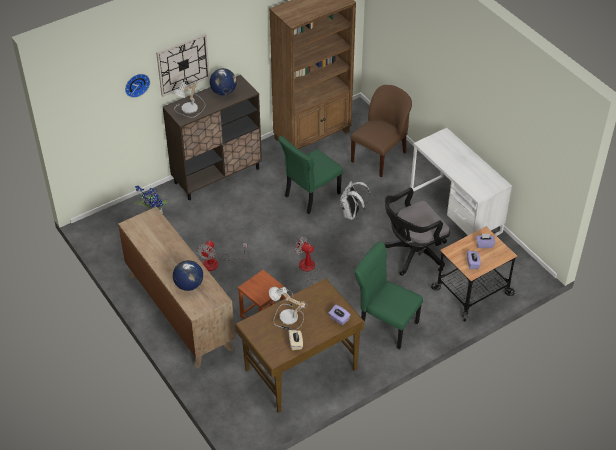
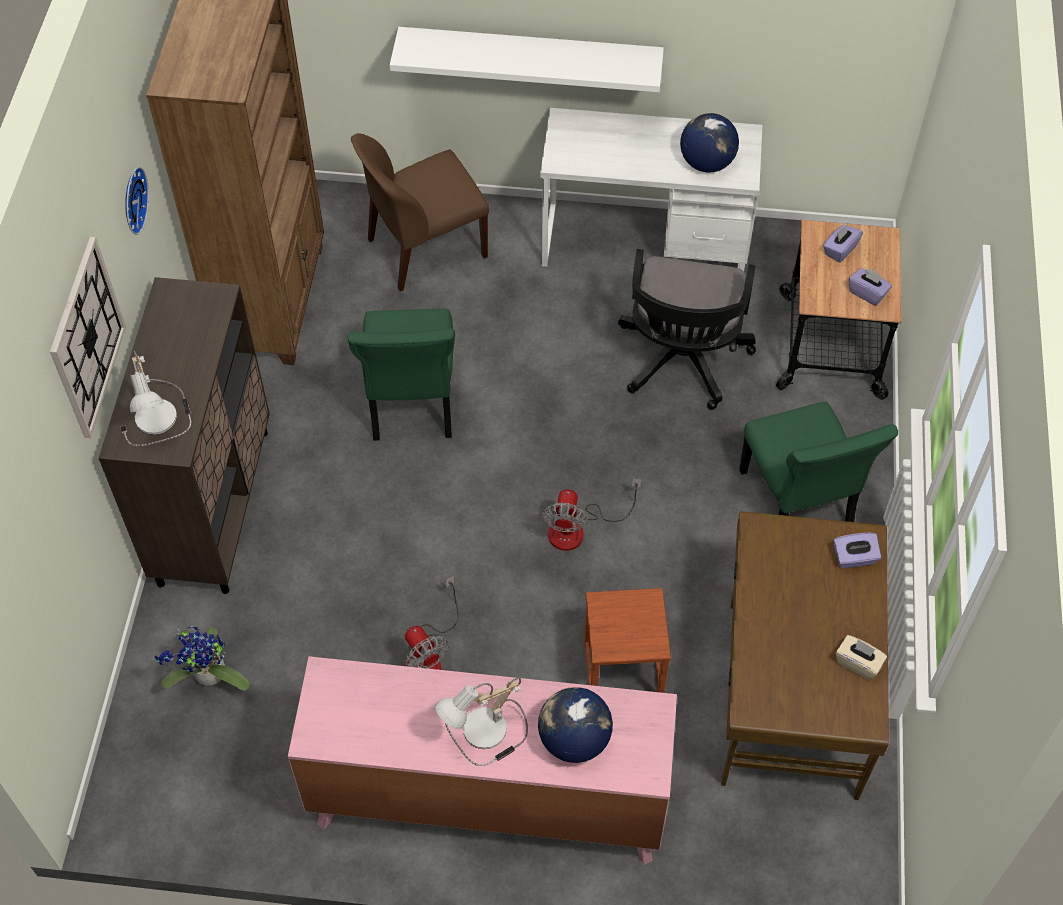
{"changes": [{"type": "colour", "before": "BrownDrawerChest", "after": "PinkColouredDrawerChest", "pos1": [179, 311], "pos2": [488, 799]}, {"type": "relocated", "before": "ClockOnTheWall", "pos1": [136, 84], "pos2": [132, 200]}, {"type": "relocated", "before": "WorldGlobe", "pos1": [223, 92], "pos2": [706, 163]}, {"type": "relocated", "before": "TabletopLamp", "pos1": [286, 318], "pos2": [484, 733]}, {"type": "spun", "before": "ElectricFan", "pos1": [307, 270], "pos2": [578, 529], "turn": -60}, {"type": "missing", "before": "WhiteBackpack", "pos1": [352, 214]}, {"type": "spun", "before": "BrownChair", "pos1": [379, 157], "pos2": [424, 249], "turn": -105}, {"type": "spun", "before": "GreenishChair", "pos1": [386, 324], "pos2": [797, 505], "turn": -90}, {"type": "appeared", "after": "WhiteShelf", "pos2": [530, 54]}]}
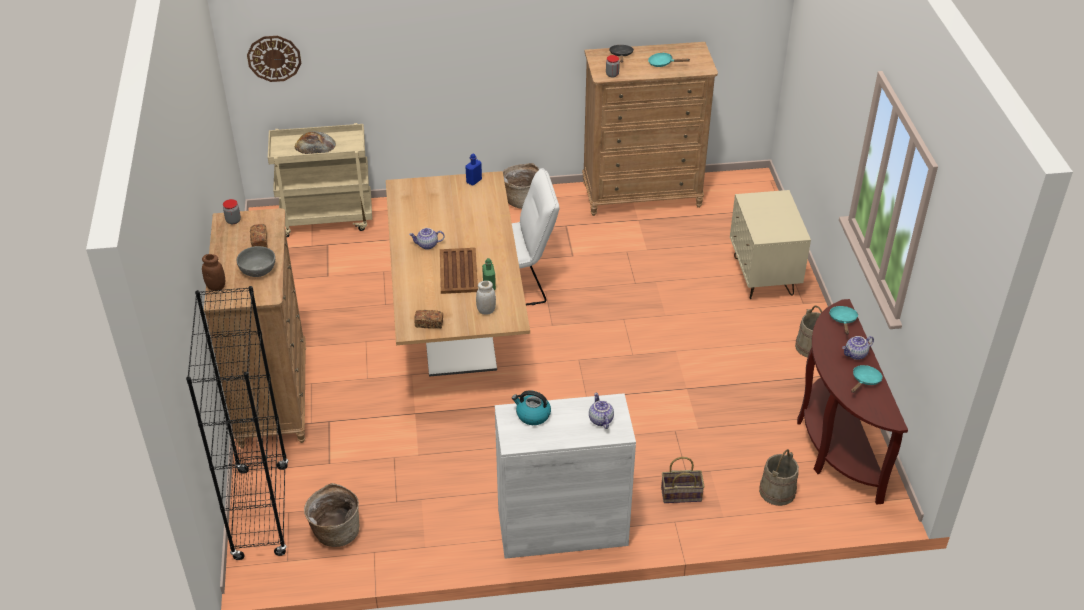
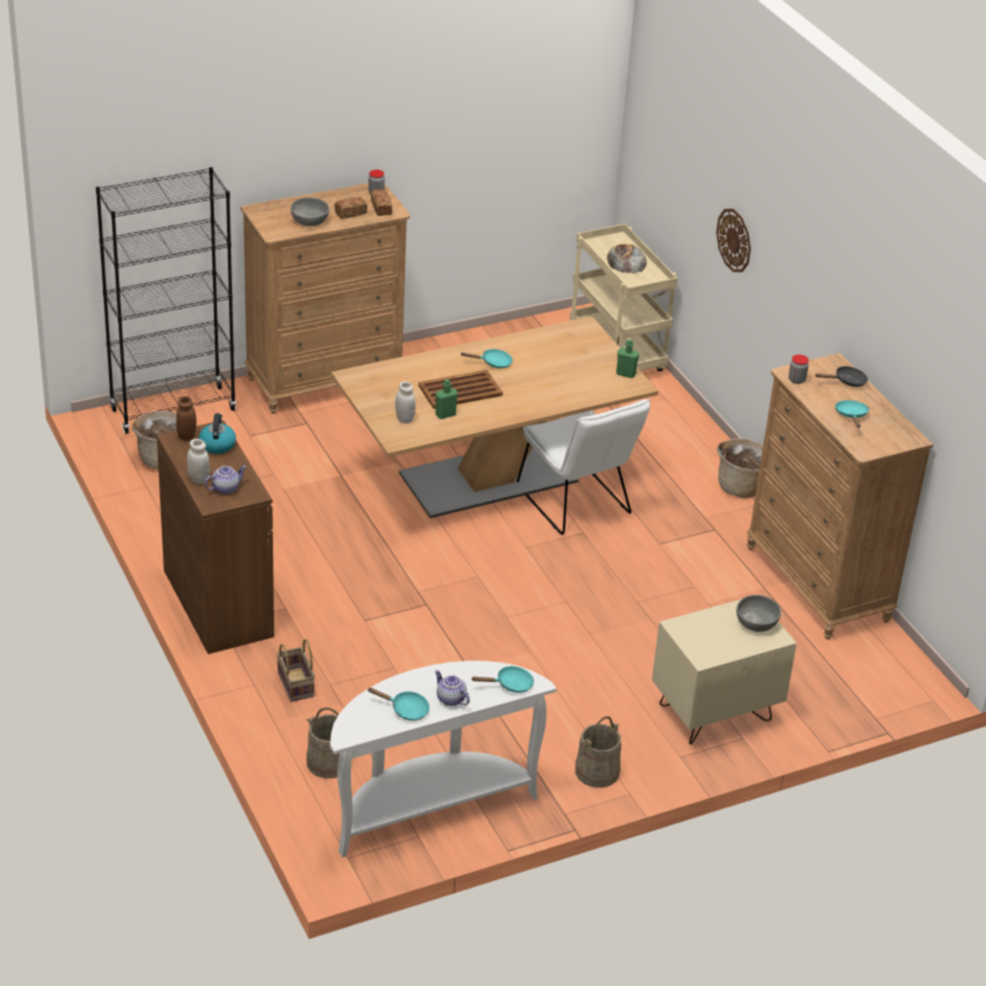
{"changes": [{"type": "relocated", "before": "BrownJar", "pos1": [216, 287], "pos2": [186, 436]}, {"type": "relocated", "before": "ClockOnTheWall", "pos1": [274, 58], "pos2": [734, 240]}, {"type": "exchanged", "before": "Teapot", "after": "TurquoiseColouredFryingPan", "pos1": [427, 245], "pos2": [493, 363]}, {"type": "relocated", "before": "Bread", "pos1": [429, 323], "pos2": [381, 208]}, {"type": "colour", "before": "BlueColouredBottle", "after": "GreenishBottle", "pos1": [474, 181], "pos2": [626, 374]}, {"type": "colour", "before": "WhiteStorageCabinet", "after": "BrownStorageCabinet", "pos1": [562, 527], "pos2": [218, 603]}, {"type": "colour", "before": "BrownConsoleTable", "after": "WhiteConsoleTable", "pos1": [834, 443], "pos2": [429, 806]}, {"type": "appeared", "after": "WhiteJar", "pos2": [198, 479]}, {"type": "appeared", "after": "GreyServingBowl", "pos2": [756, 623]}]}
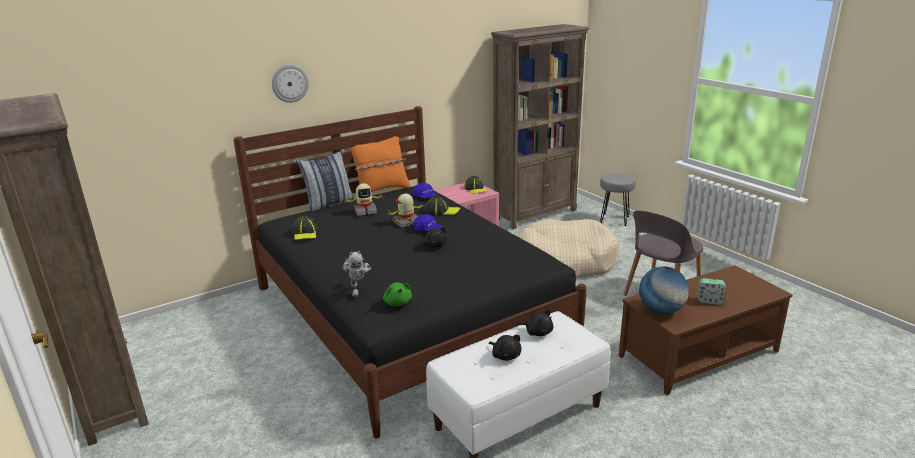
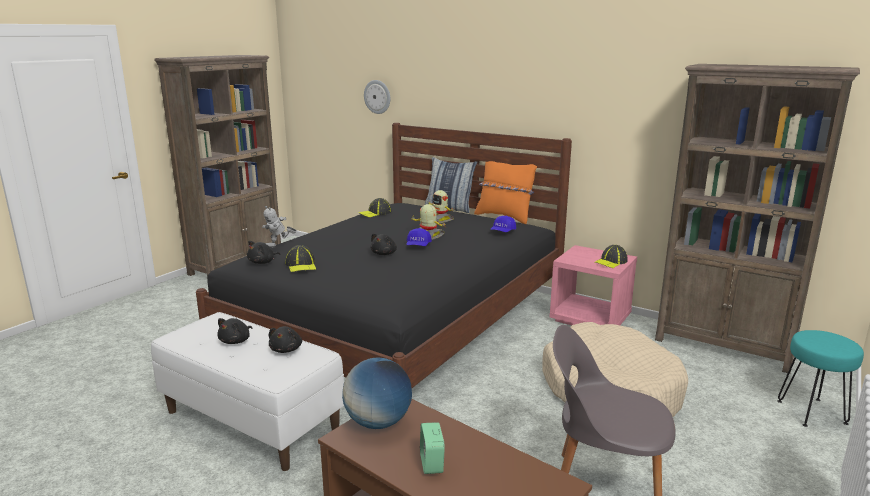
{"changes": [{"type": "relocated", "before": "ClockOnTheWall", "pos1": [290, 83], "pos2": [377, 97]}, {"type": "colour", "before": "GreenishPlushToy", "after": "BlackishPlushToy", "pos1": [398, 302], "pos2": [263, 262]}, {"type": "relocated", "before": "BaseballCap", "pos1": [442, 211], "pos2": [301, 265]}, {"type": "colour", "before": "GreyStoolSeat", "after": "TurquoiseColouredStoolSeat", "pos1": [615, 219], "pos2": [812, 412]}]}
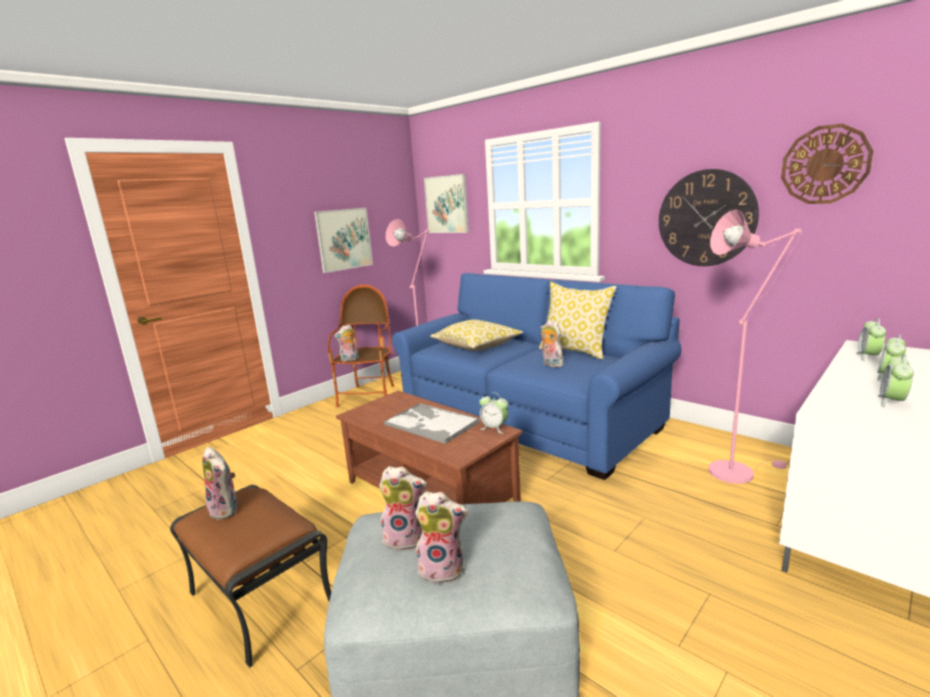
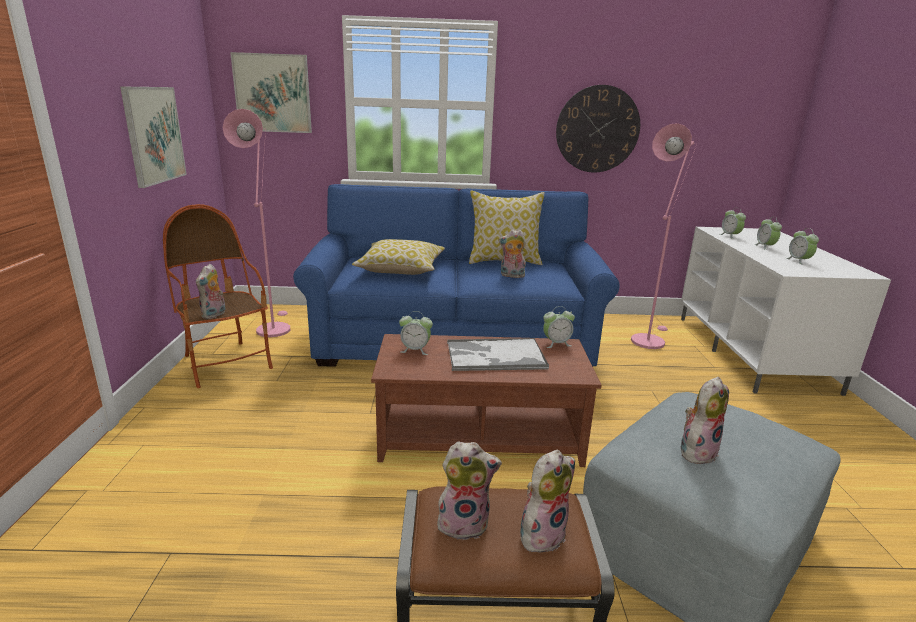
{"changes": [{"type": "relocated", "before": "PlushToy", "pos1": [443, 569], "pos2": [542, 534]}, {"type": "missing", "before": "ClockOnTheWall", "pos1": [825, 165]}, {"type": "appeared", "after": "TableClock", "pos2": [415, 350]}]}
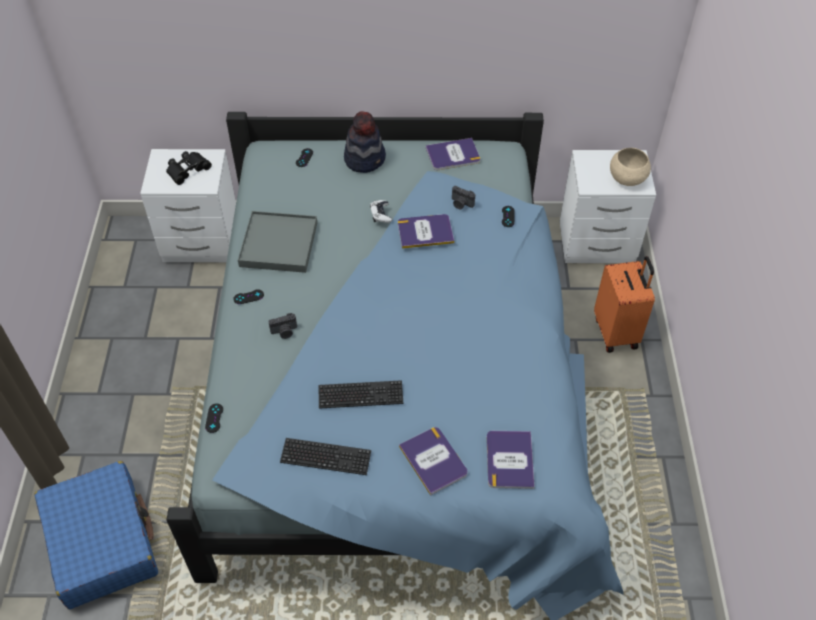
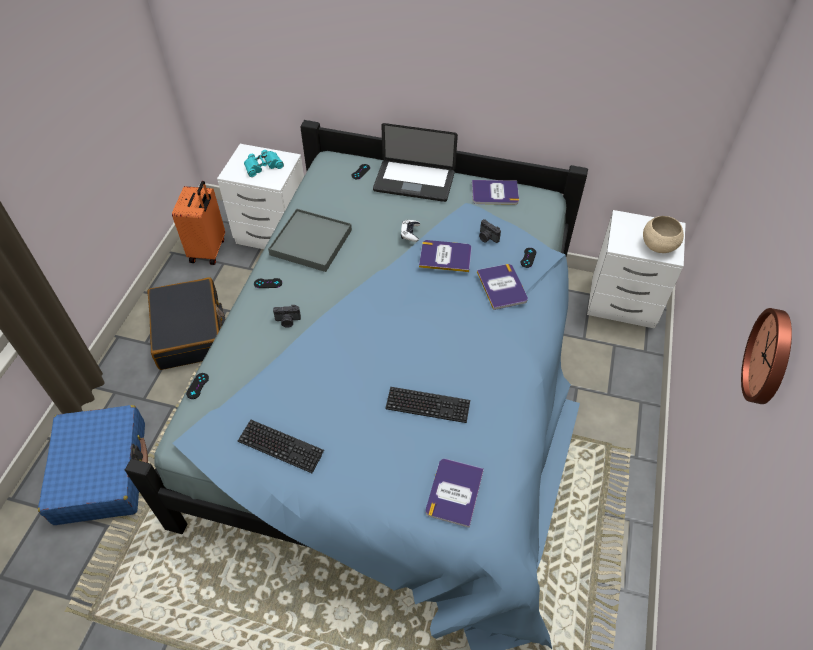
{"changes": [{"type": "colour", "before": "BlackishFieldGlasses", "after": "TurquoiseColouredFieldGlasses", "pos1": [188, 170], "pos2": [263, 166]}, {"type": "relocated", "before": "PcKeyboard", "pos1": [360, 395], "pos2": [427, 406]}, {"type": "exchanged", "before": "Hat", "after": "NotebookComputer", "pos1": [365, 158], "pos2": [414, 182]}, {"type": "relocated", "before": "BoundBook", "pos1": [433, 460], "pos2": [502, 287]}, {"type": "relocated", "before": "OrangeColouredSuitcase", "pos1": [617, 332], "pos2": [209, 250]}, {"type": "appeared", "after": "BlackishSuitcase", "pos2": [190, 332]}, {"type": "appeared", "after": "ClockOnTheWall", "pos2": [771, 357]}]}
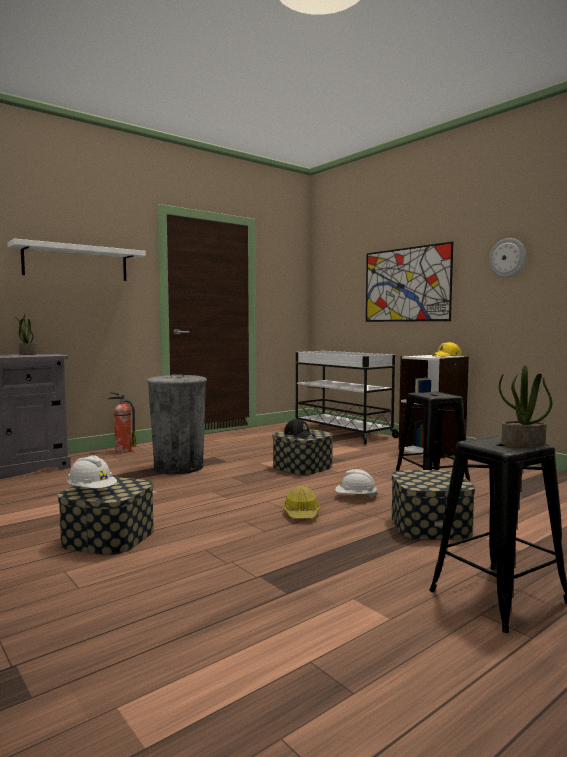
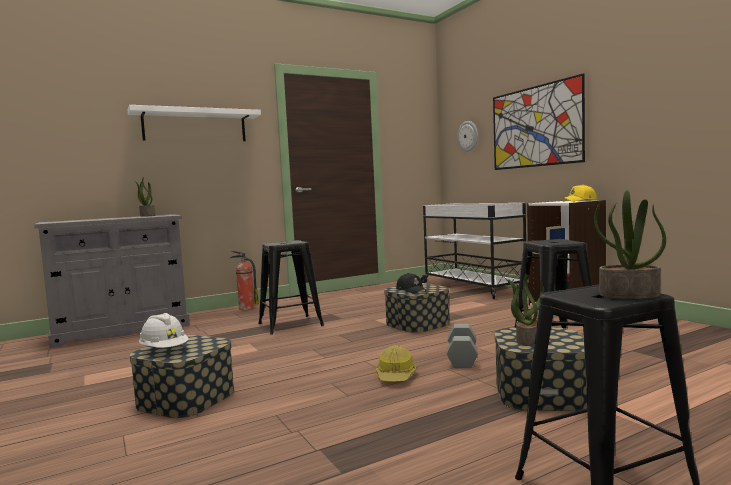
{"changes": [{"type": "exchanged", "before": "GreyTrashCan", "after": "BlackishStoolSeat", "pos1": [178, 467], "pos2": [291, 325]}, {"type": "exchanged", "before": "WhiteHardHat", "after": "GreyHandWeight", "pos1": [355, 497], "pos2": [463, 358]}, {"type": "relocated", "before": "ClockOnTheWall", "pos1": [507, 258], "pos2": [468, 136]}, {"type": "appeared", "after": "Houseplant", "pos2": [527, 340]}]}
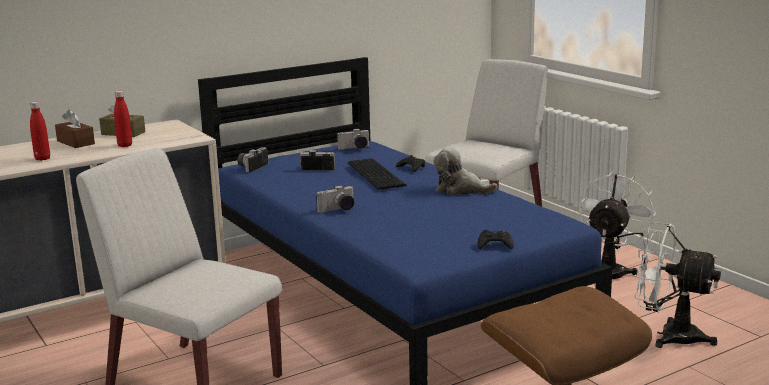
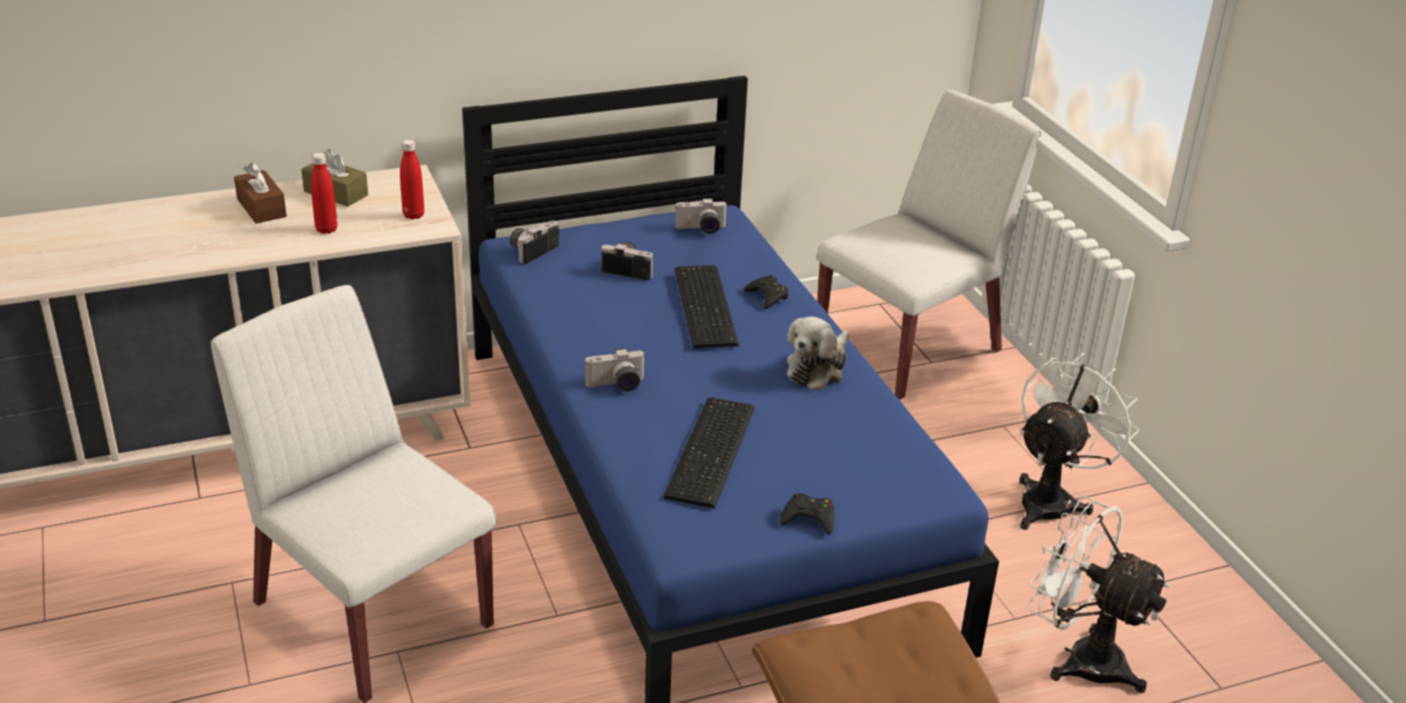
{"changes": [{"type": "relocated", "before": "ReddishBottle", "pos1": [42, 159], "pos2": [413, 215]}, {"type": "spun", "before": "PlushToy", "pos1": [460, 190], "pos2": [818, 368], "turn": -90}, {"type": "appeared", "after": "PcKeyboard", "pos2": [714, 451]}]}
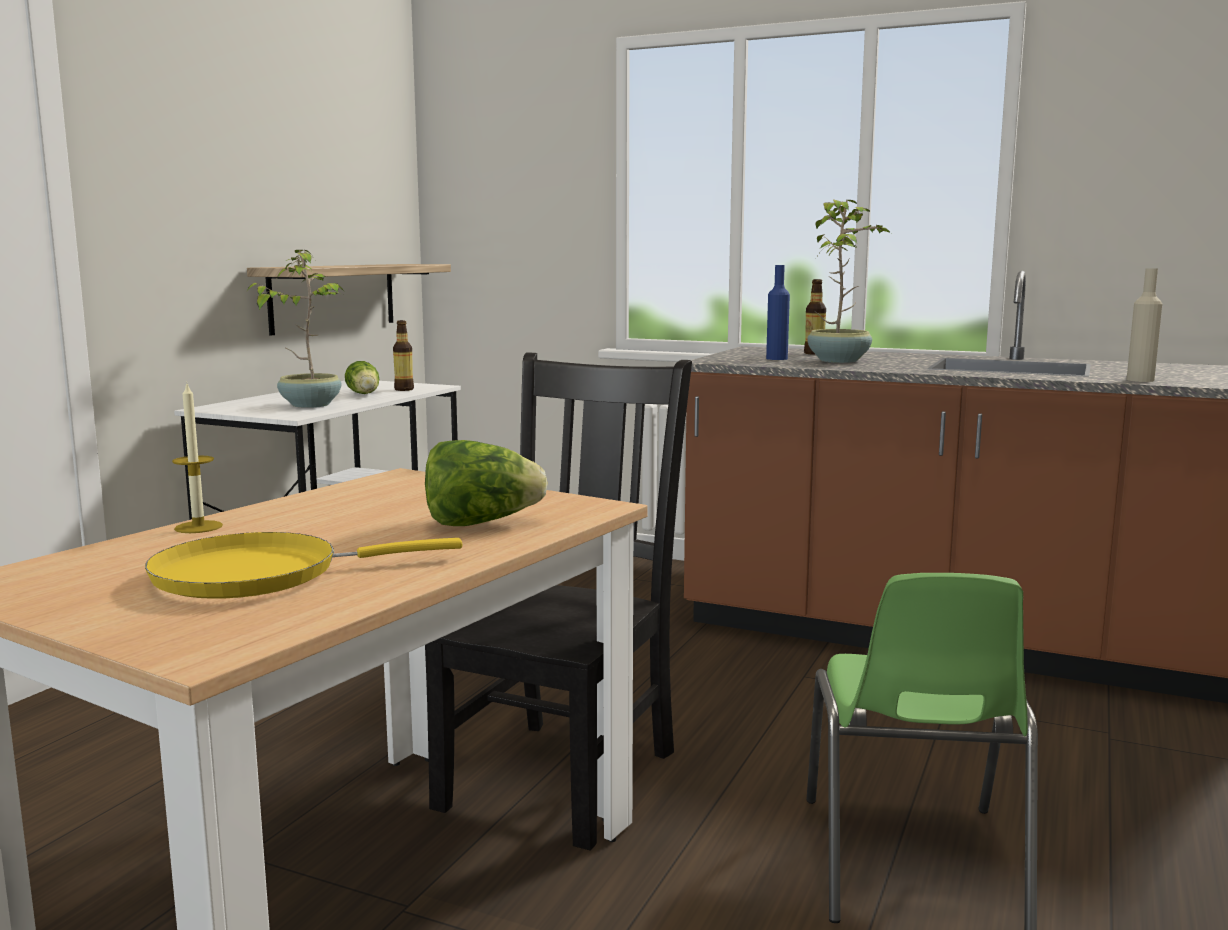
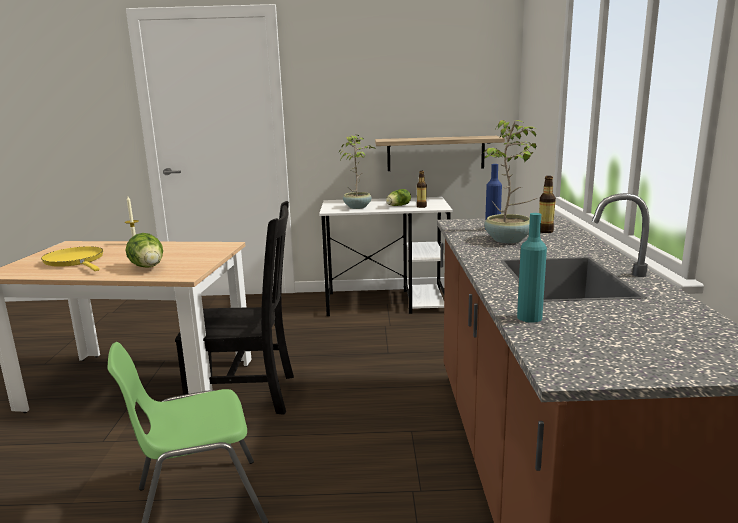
{"changes": [{"type": "colour", "before": "SandColouredBottle", "after": "TurquoiseColouredBottle", "pos1": [1140, 380], "pos2": [529, 317]}]}
